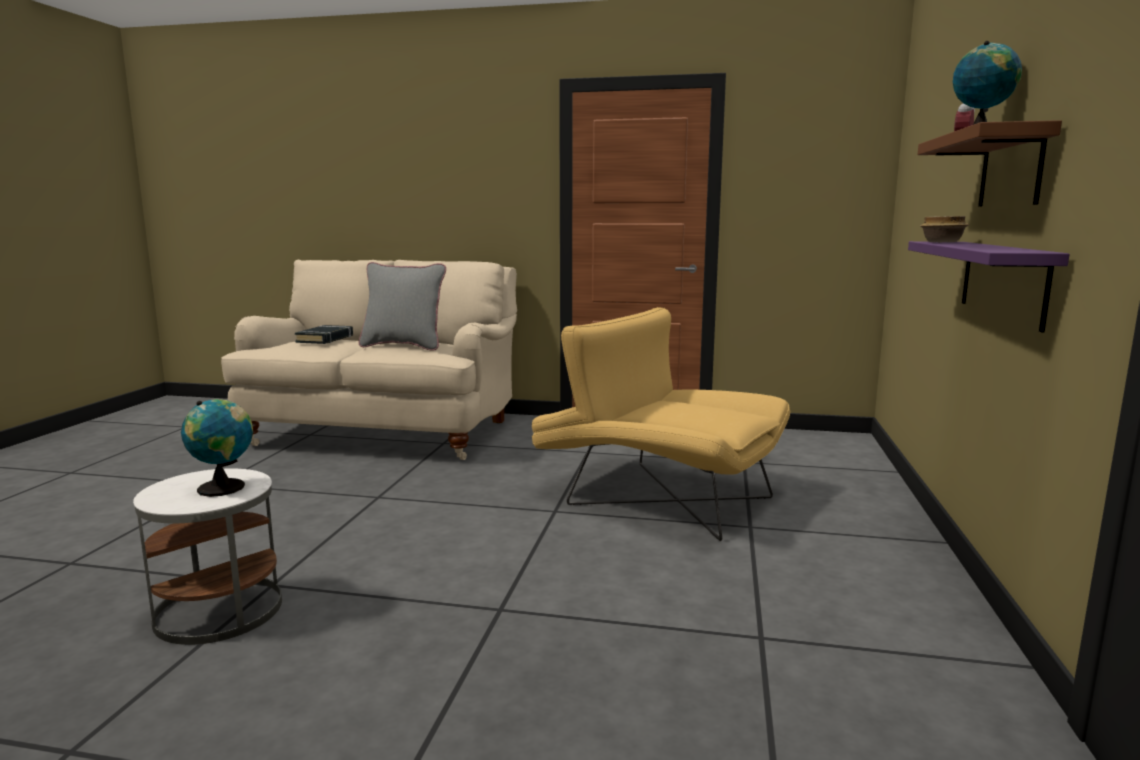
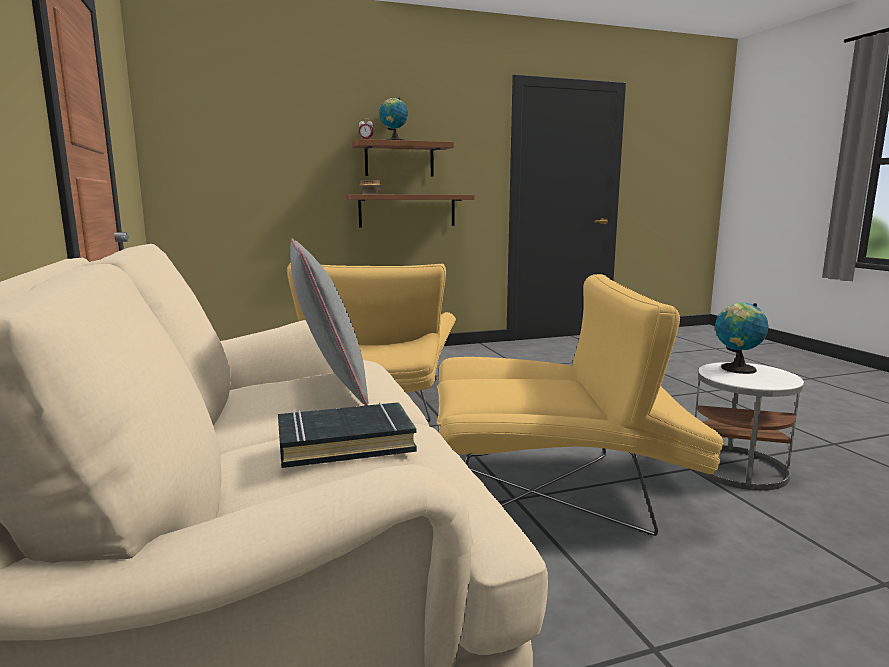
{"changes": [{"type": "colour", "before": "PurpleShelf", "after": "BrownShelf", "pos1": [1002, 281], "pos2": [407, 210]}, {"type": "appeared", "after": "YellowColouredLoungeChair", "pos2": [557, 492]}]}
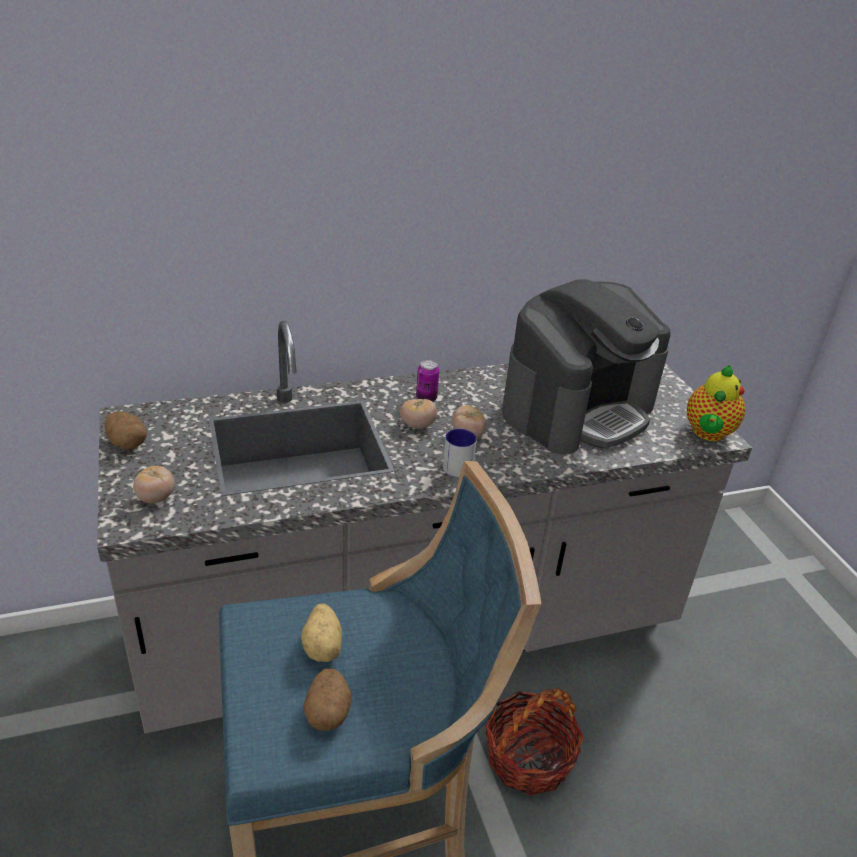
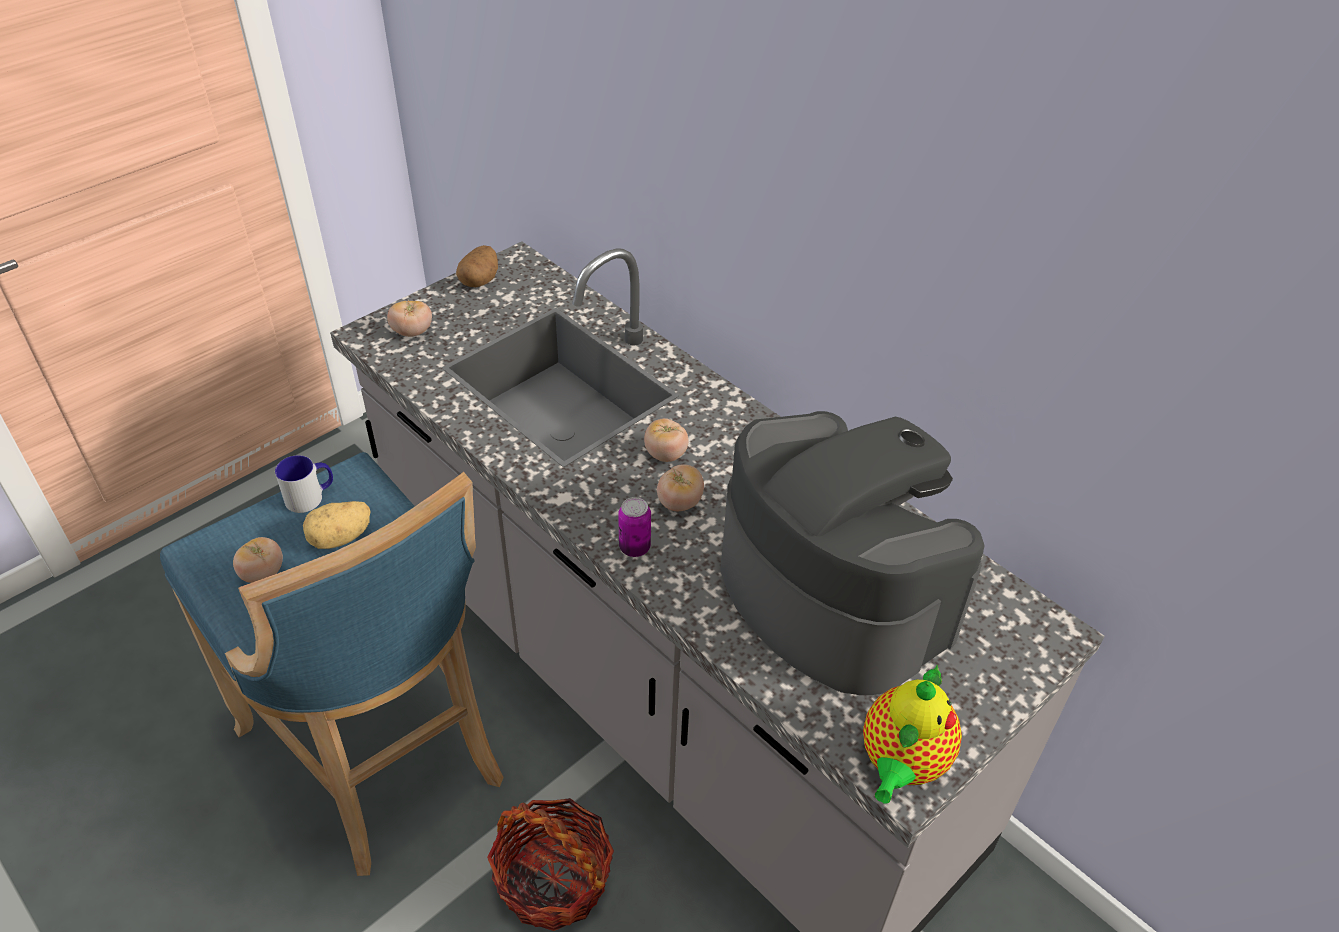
{"changes": [{"type": "exchanged", "before": "Spud", "after": "WholeTomato", "pos1": [328, 712], "pos2": [263, 573]}, {"type": "relocated", "before": "SealedCan", "pos1": [426, 399], "pos2": [634, 547]}, {"type": "relocated", "before": "Mug", "pos1": [457, 464], "pos2": [311, 497]}, {"type": "spun", "before": "CoffeeMachine", "pos1": [578, 409], "pos2": [833, 592], "turn": -150}, {"type": "spun", "before": "Teapot", "pos1": [708, 433], "pos2": [901, 764], "turn": -60}]}
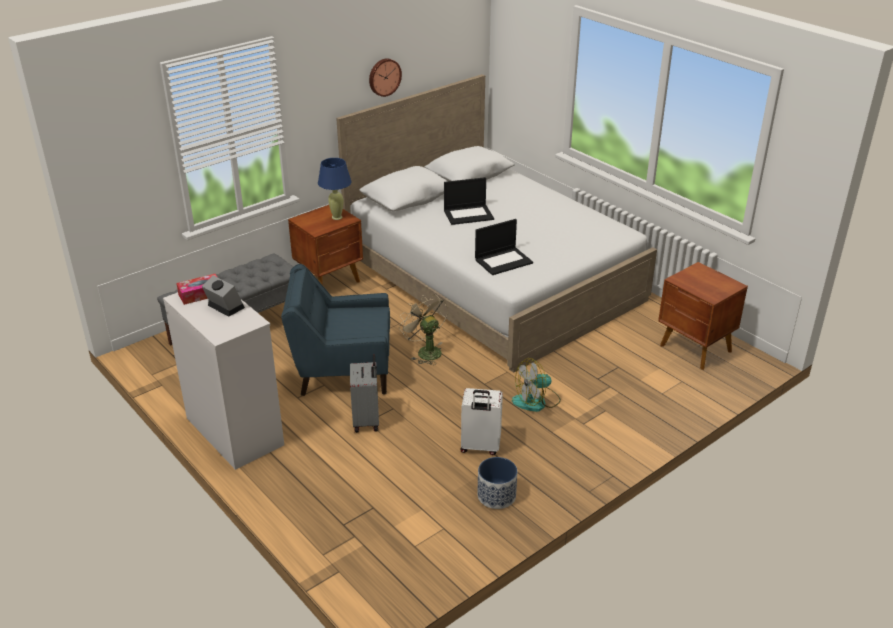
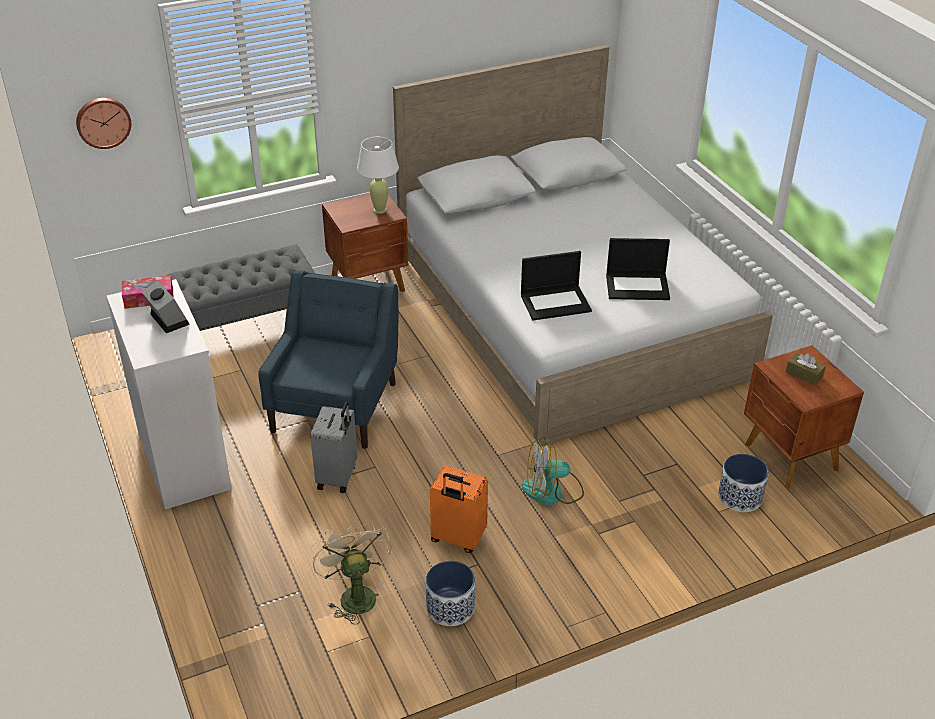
{"changes": [{"type": "spun", "before": "BlueColouredLoungeChair", "pos1": [342, 370], "pos2": [336, 405], "turn": 90}, {"type": "colour", "before": "BlueColouredTabletopLamp", "after": "WhiteTabletopLamp", "pos1": [337, 217], "pos2": [380, 210]}, {"type": "relocated", "before": "ClockOnTheWall", "pos1": [384, 77], "pos2": [103, 122]}, {"type": "relocated", "before": "SandColouredElectricFan", "pos1": [425, 351], "pos2": [354, 594]}, {"type": "relocated", "before": "NotebookComputer", "pos1": [469, 214], "pos2": [638, 286]}, {"type": "colour", "before": "WhiteSuitcase", "after": "OrangeColouredSuitcase", "pos1": [480, 447], "pos2": [457, 539]}, {"type": "appeared", "after": "PlantPot", "pos2": [739, 497]}, {"type": "appeared", "after": "BrownTissueHolder", "pos2": [804, 374]}]}
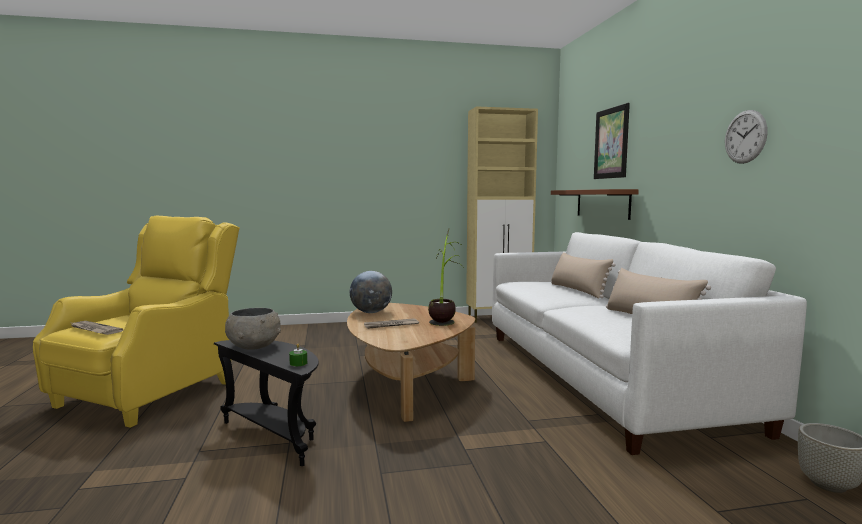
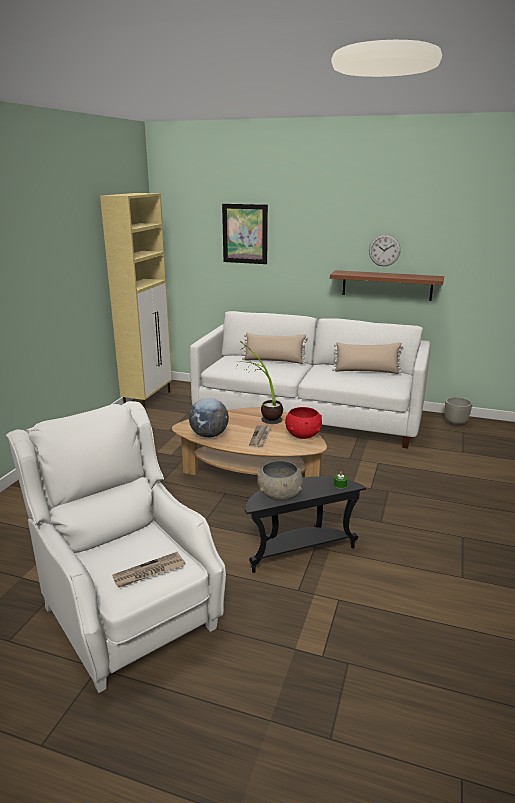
{"changes": [{"type": "colour", "before": "YellowColouredLoungeChair", "after": "WhiteLoungeChair", "pos1": [151, 392], "pos2": [127, 613]}, {"type": "relocated", "before": "BrownShelf", "pos1": [602, 203], "pos2": [387, 285]}, {"type": "appeared", "after": "ReddishServingBowl", "pos2": [303, 435]}]}
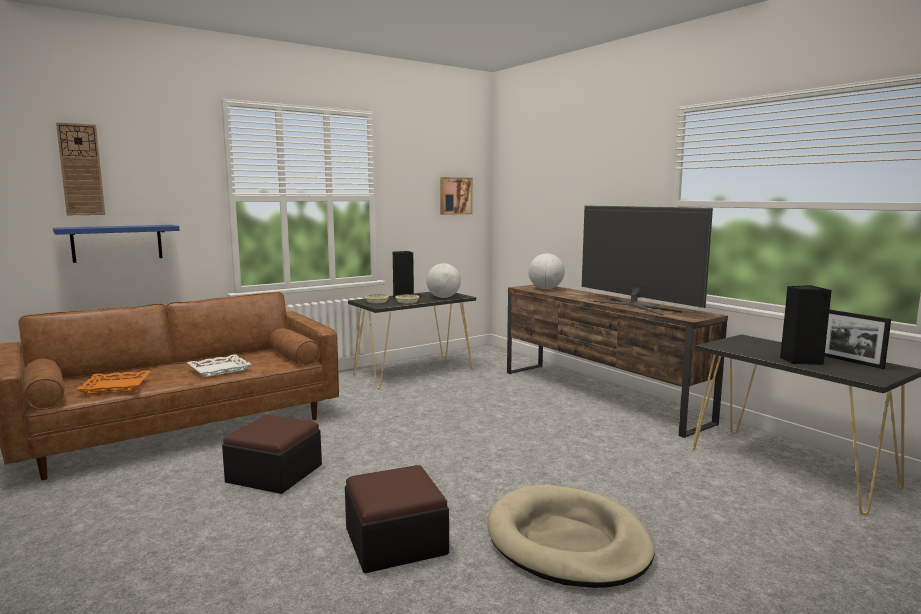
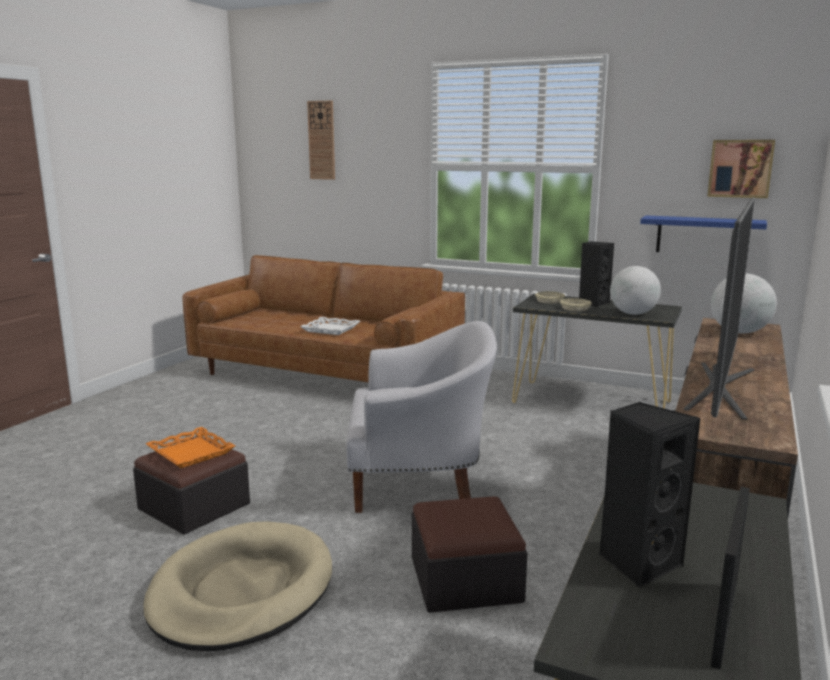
{"changes": [{"type": "relocated", "before": "BlueColouredShelf", "pos1": [117, 243], "pos2": [702, 236]}, {"type": "relocated", "before": "OrangeColouredCarryingTray", "pos1": [115, 387], "pos2": [190, 453]}, {"type": "relocated", "before": "Ottoman", "pos1": [274, 473], "pos2": [465, 579]}, {"type": "appeared", "after": "WhiteLoungeChair", "pos2": [420, 484]}]}
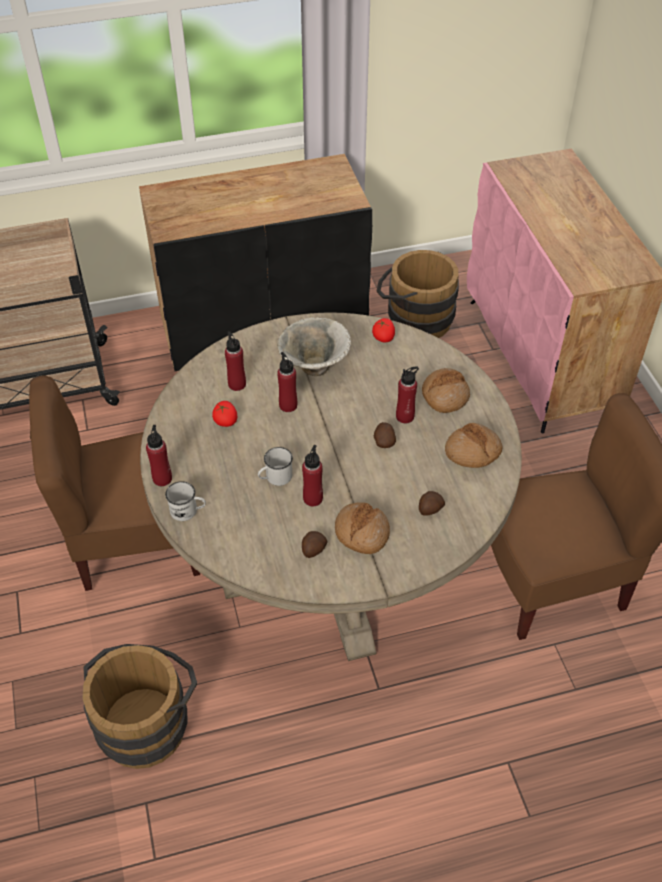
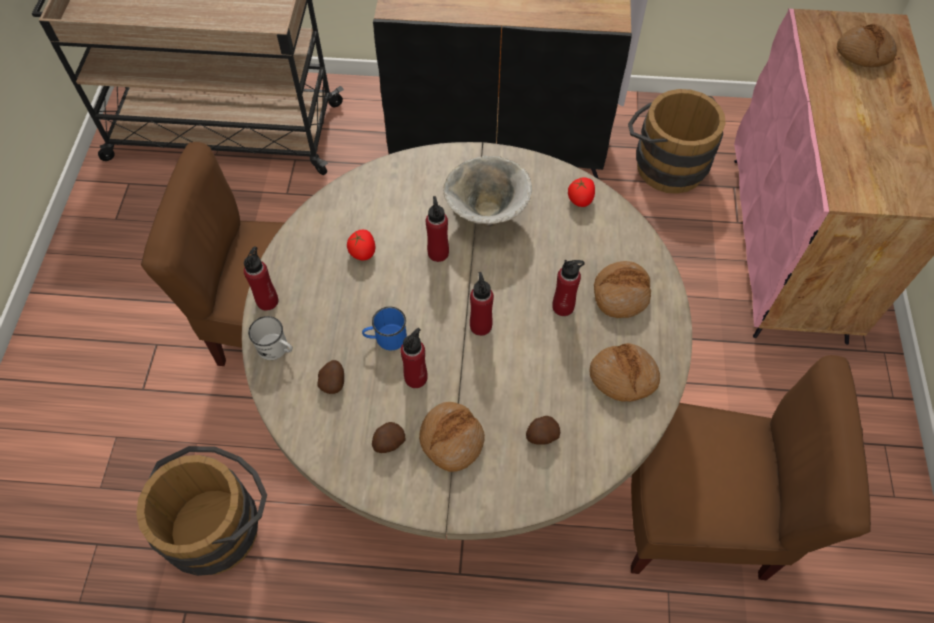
{"changes": [{"type": "relocated", "before": "ReddishBottle", "pos1": [237, 384], "pos2": [480, 325]}, {"type": "colour", "before": "WhiteMug", "after": "BlueColouredMug", "pos1": [275, 478], "pos2": [386, 338]}, {"type": "relocated", "before": "Spud", "pos1": [384, 441], "pos2": [333, 381]}, {"type": "appeared", "after": "Bread", "pos2": [863, 53]}]}
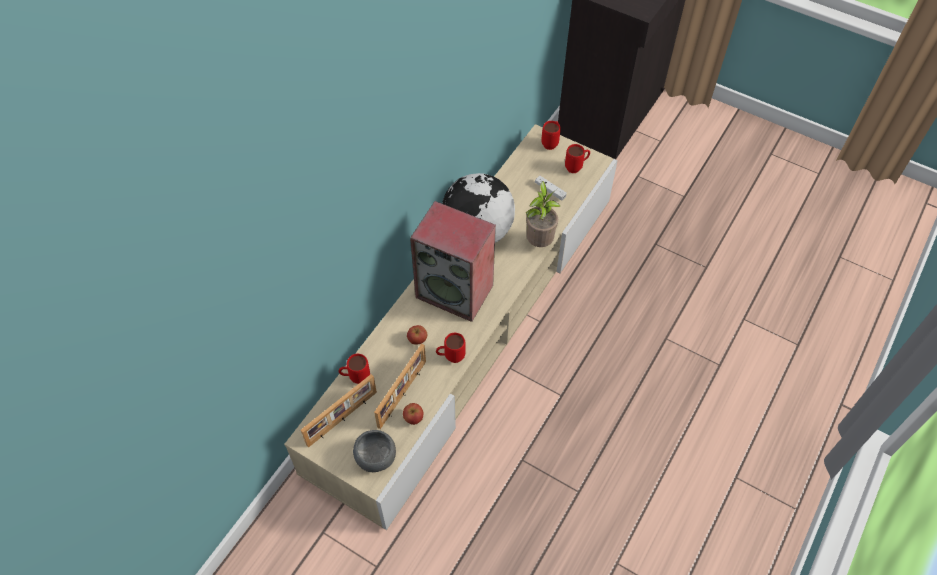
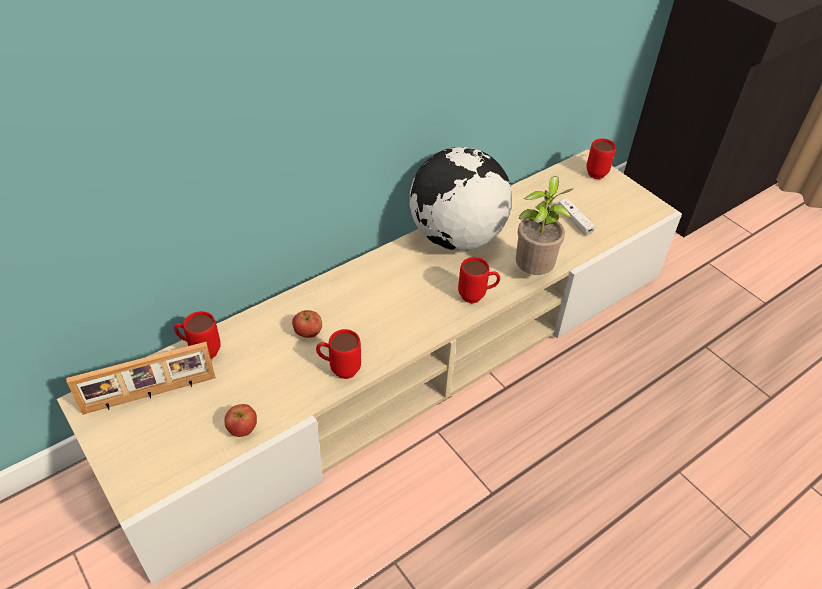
{"changes": [{"type": "missing", "before": "GreyServingBowl", "pos1": [375, 459]}, {"type": "missing", "before": "PictureFrame", "pos1": [403, 394]}, {"type": "missing", "before": "AudioSpeaker", "pos1": [456, 291]}, {"type": "relocated", "before": "ReddishMug", "pos1": [576, 167], "pos2": [477, 296]}]}
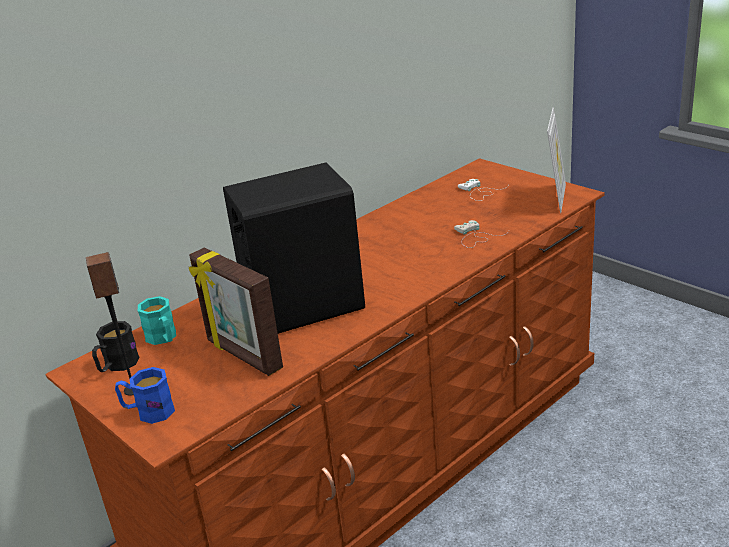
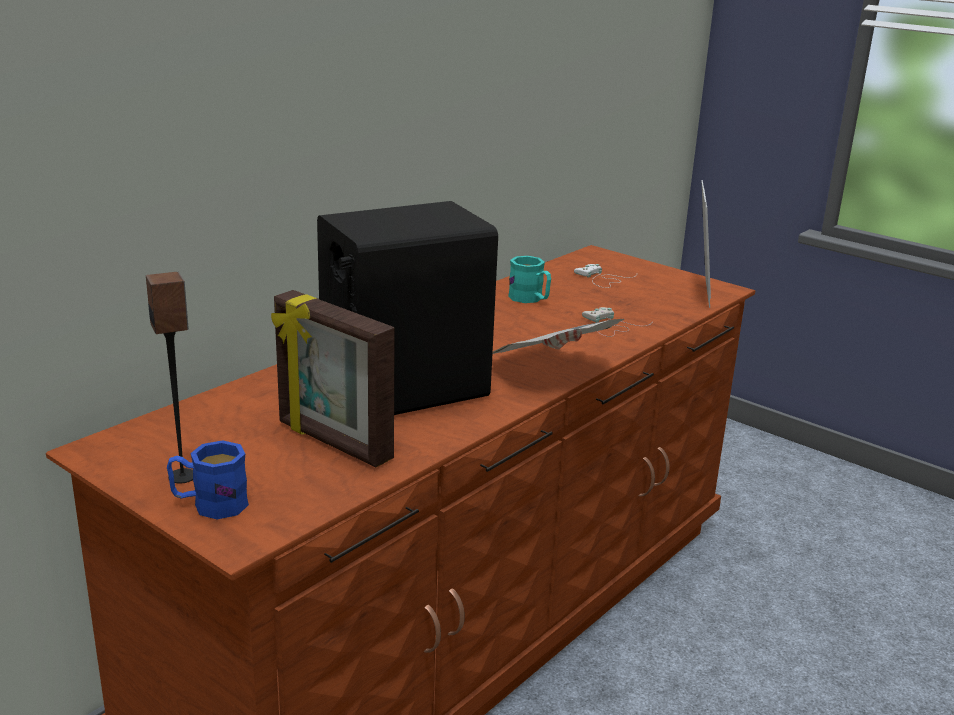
{"changes": [{"type": "missing", "before": "BlackishMug", "pos1": [117, 365]}, {"type": "relocated", "before": "TurquoiseColouredMug", "pos1": [163, 338], "pos2": [530, 299]}, {"type": "appeared", "after": "Newspaper", "pos2": [551, 370]}]}
